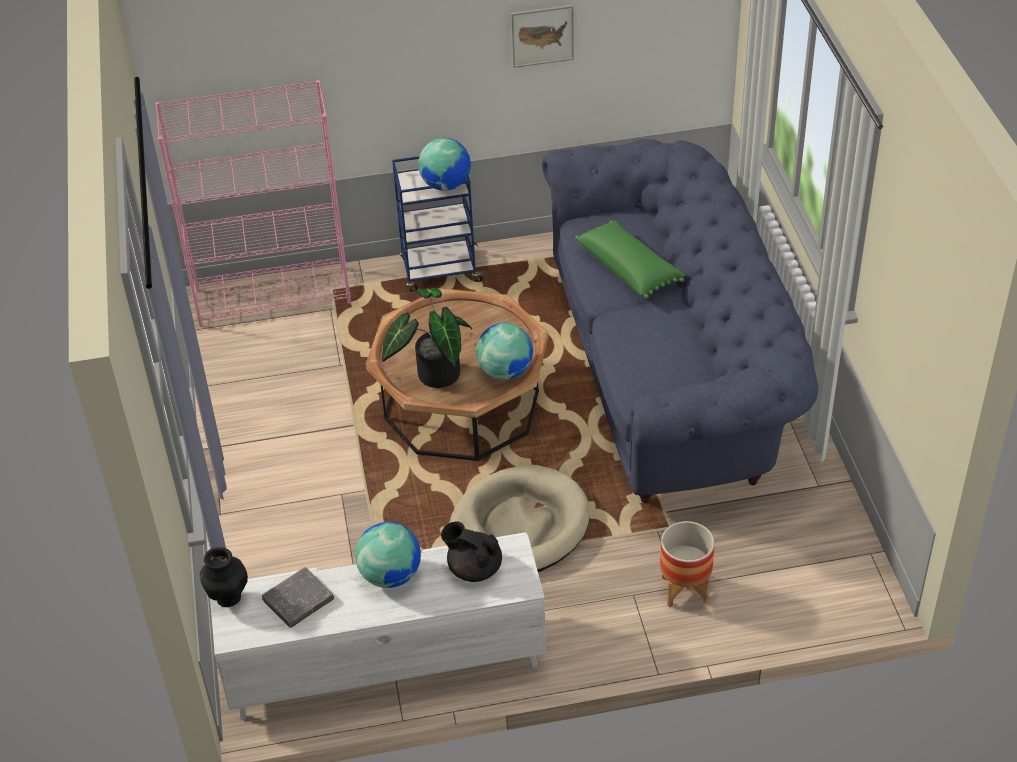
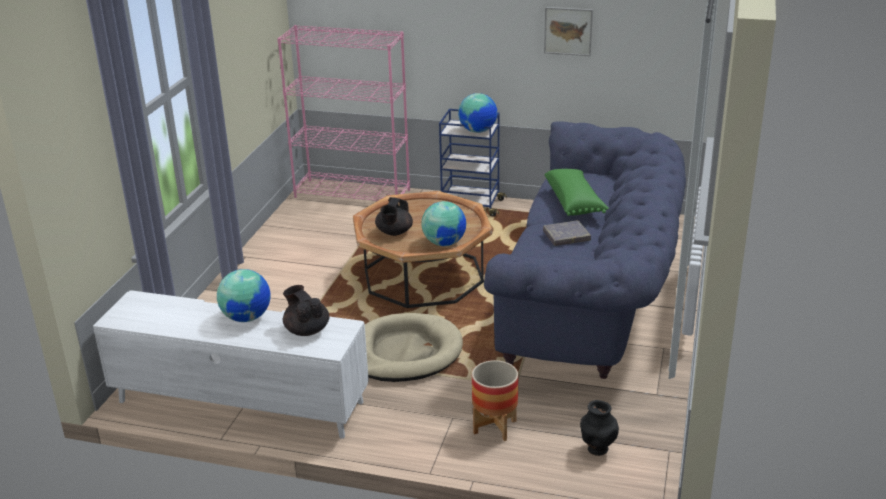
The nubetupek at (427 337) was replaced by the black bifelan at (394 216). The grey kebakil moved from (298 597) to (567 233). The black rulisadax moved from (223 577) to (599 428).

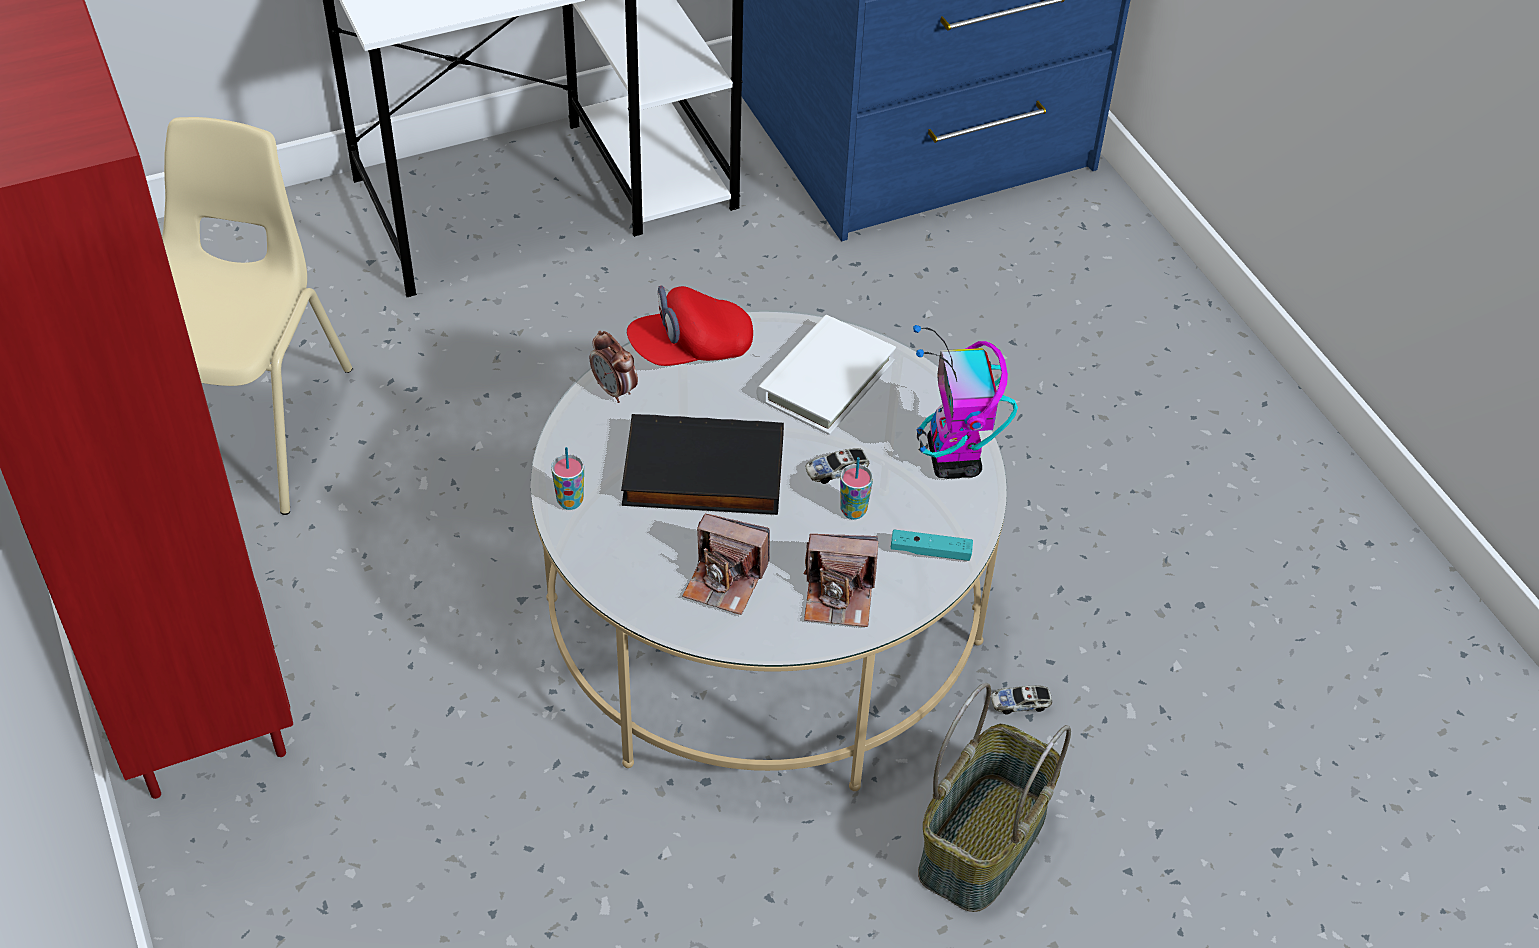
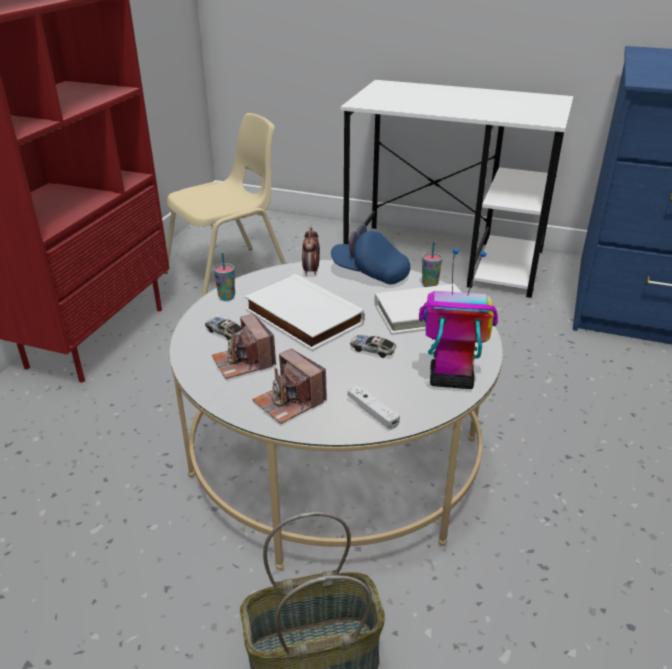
The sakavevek moved from (1021 700) to (223 328). The black kebakil at (702 464) became the white kebakil at (305 312). The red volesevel at (690 326) became the blue volesevel at (370 254). The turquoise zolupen at (932 545) became the white zolupen at (373 407). The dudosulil at (965 402) turned 60 degrees clockwise. The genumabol moved from (856 488) to (432 264).

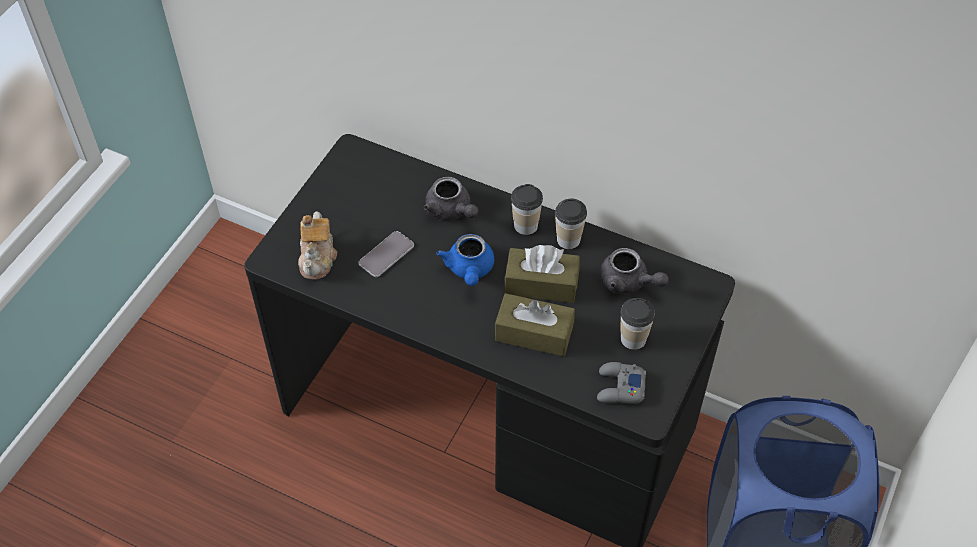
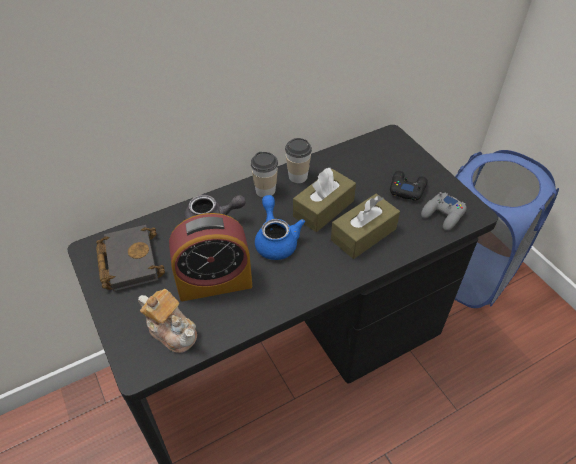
The black kebakil at (130 258) appeared. The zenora at (386 254) was replaced by the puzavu at (210 257). The blue bifelan at (465 260) turned 135 degrees counterclockwise. The genumabol at (637 324) was replaced by the black zolupen at (409 186). The grey bifelan at (634 270) disappeared.

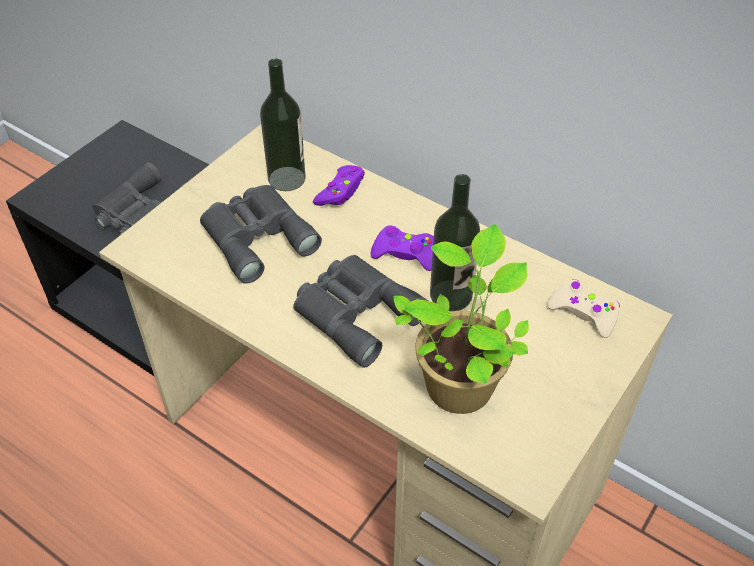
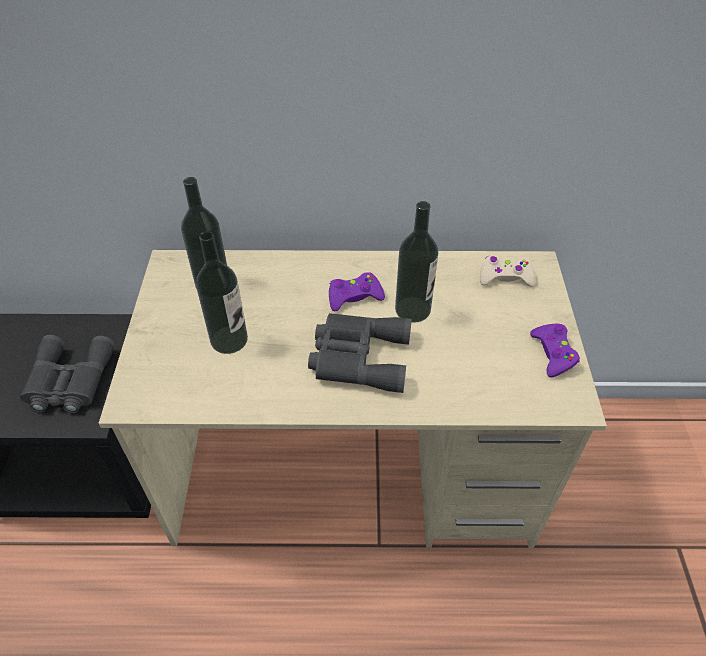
The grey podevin at (261 234) was replaced by the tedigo at (222 292). The purple zolupen moved from (339 185) to (555 351). The nubetupek at (461 319) disappeared.

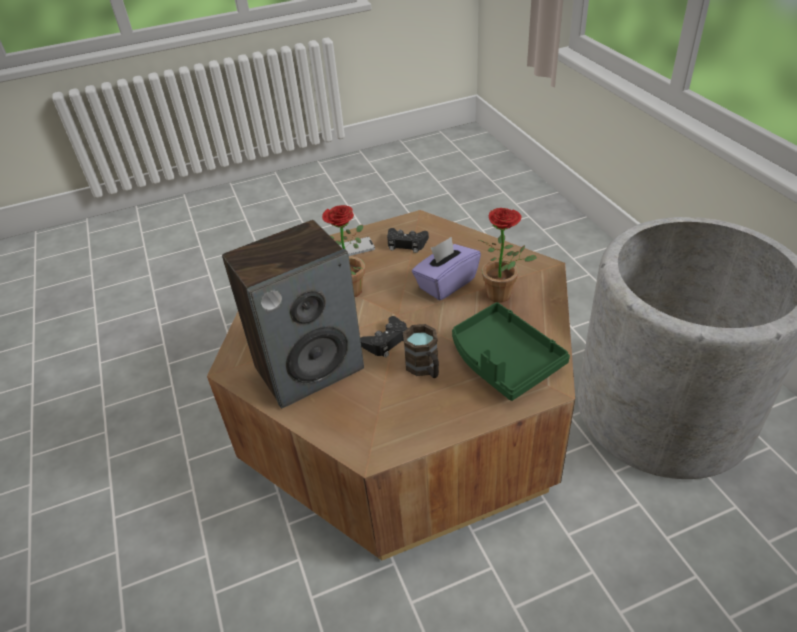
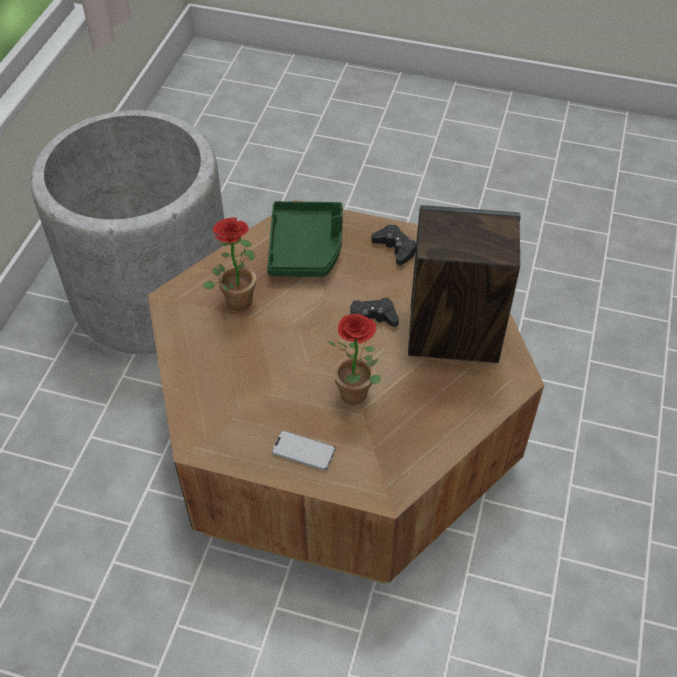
The black zolupen moved from (408 240) to (393 245). The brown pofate at (421 351) disappeared. The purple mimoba at (446 269) disappeared.

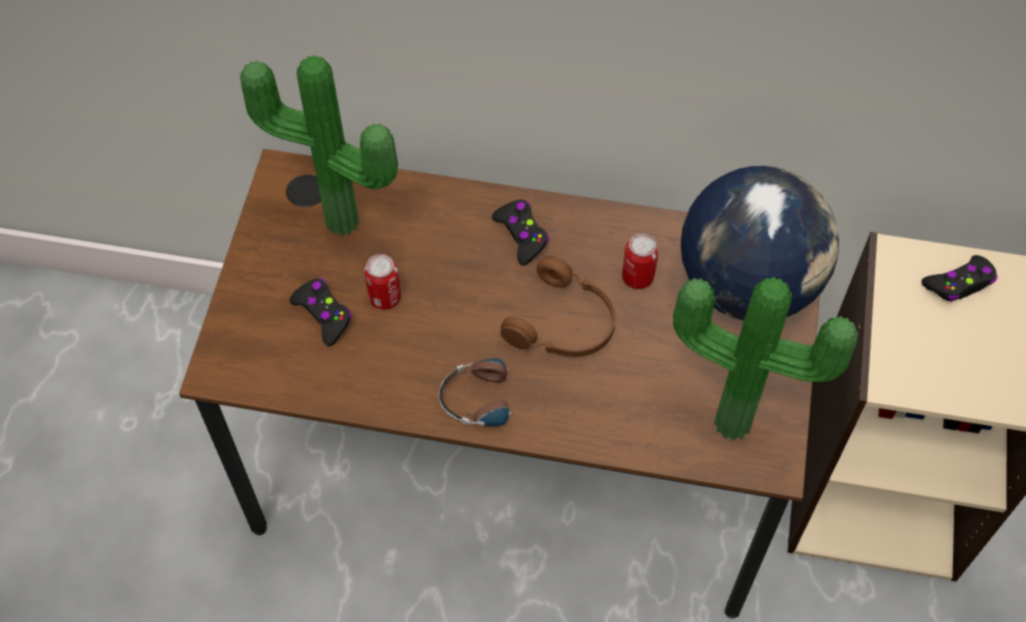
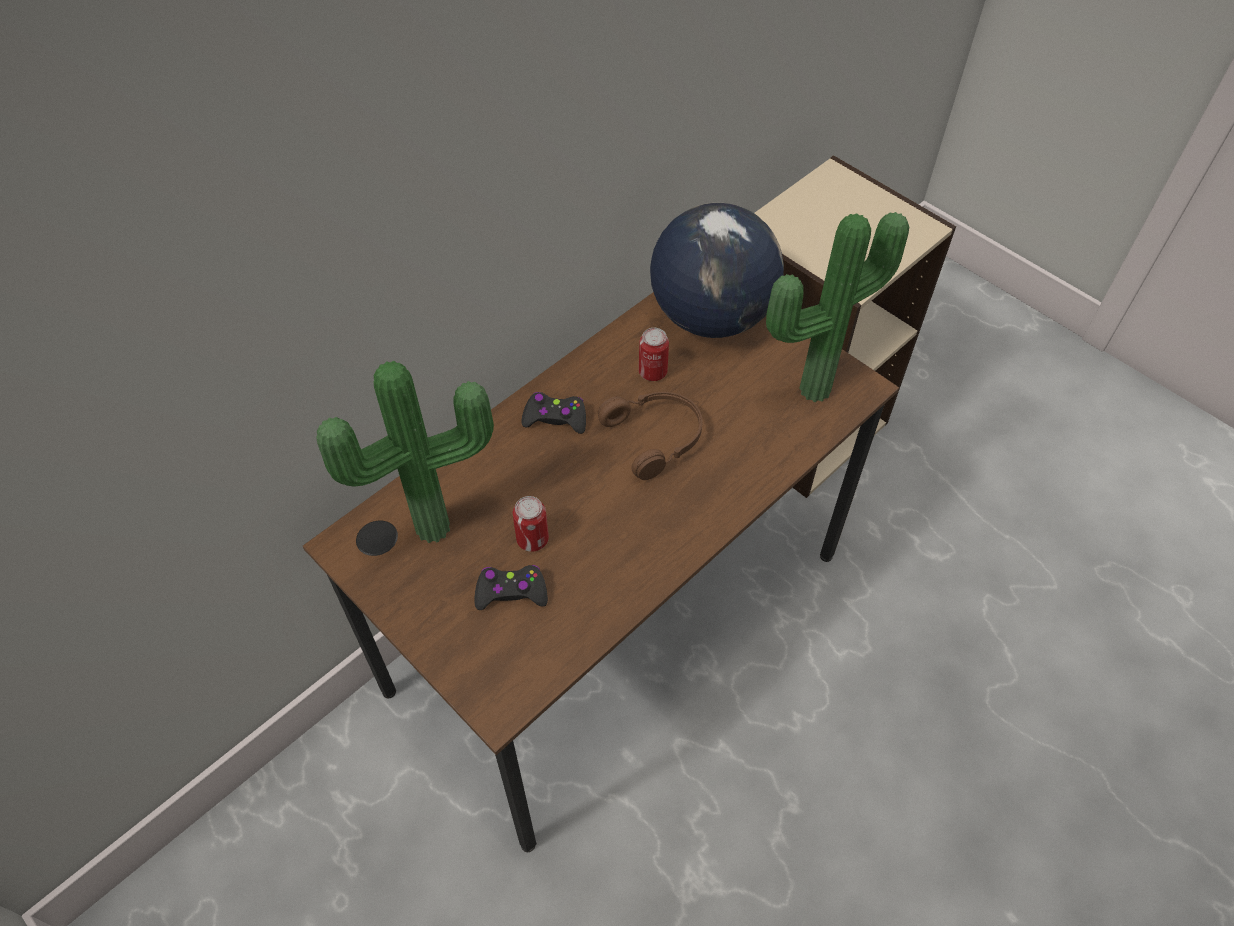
The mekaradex at (490 392) disappeared. The black zolupen at (960 278) disappeared.

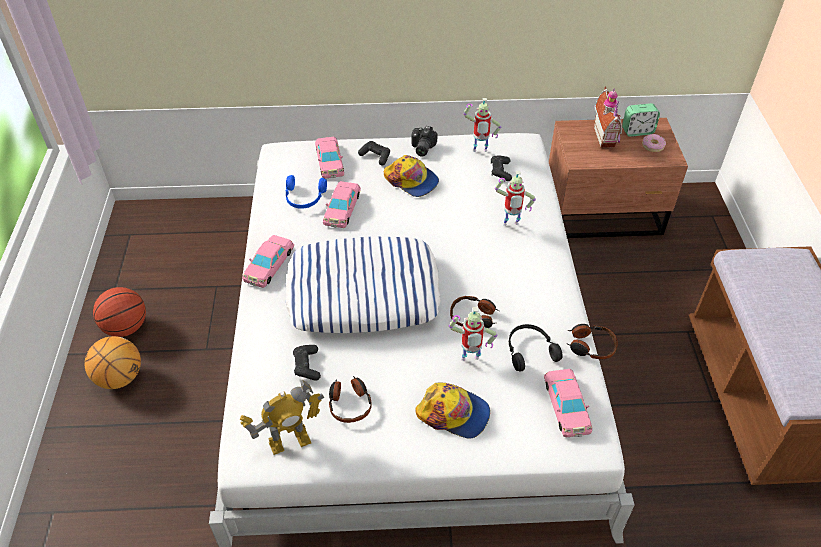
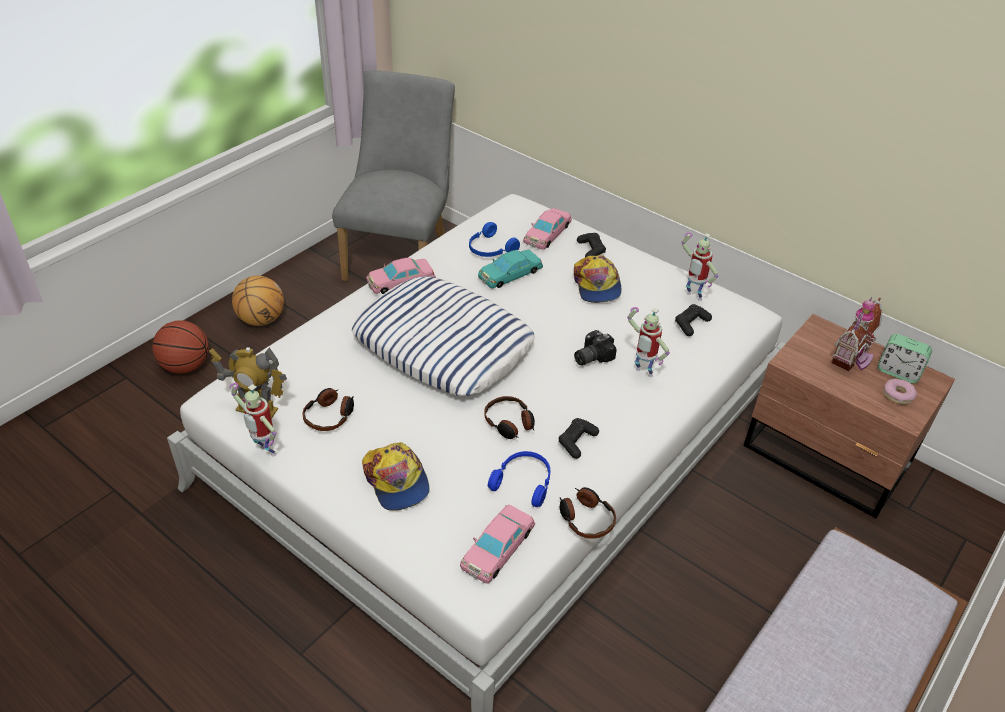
The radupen moved from (119 312) to (180 347). The dudosulil moved from (473 334) to (253 420). The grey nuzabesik at (393 175) appeared. The pink sakavevek at (342 204) became the turquoise sakavevek at (510 269). The black mekaradex at (536 348) became the blue mekaradex at (519 479). The black zolupen moved from (307 363) to (579 438). The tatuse moved from (425 141) to (595 347).

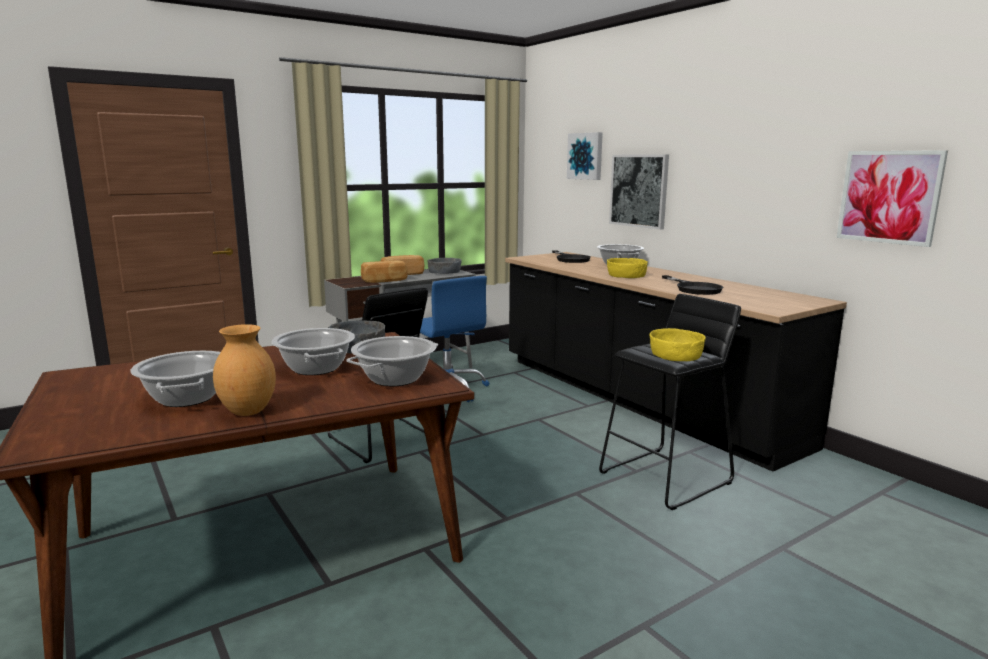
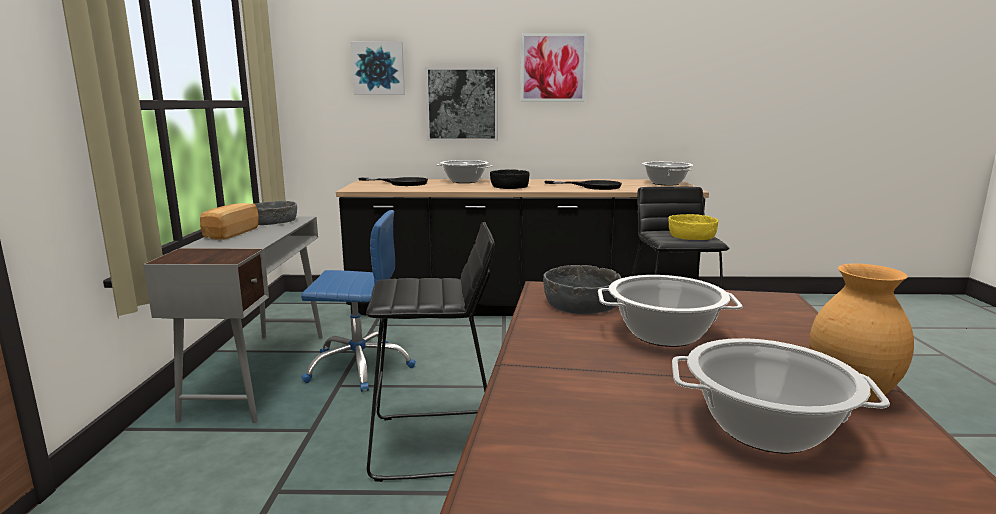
The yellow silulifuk at (627 268) became the black silulifuk at (509 179). The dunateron moved from (892 198) to (554 67). The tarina moved from (392 361) to (667 173). The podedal at (384 271) disappeared.

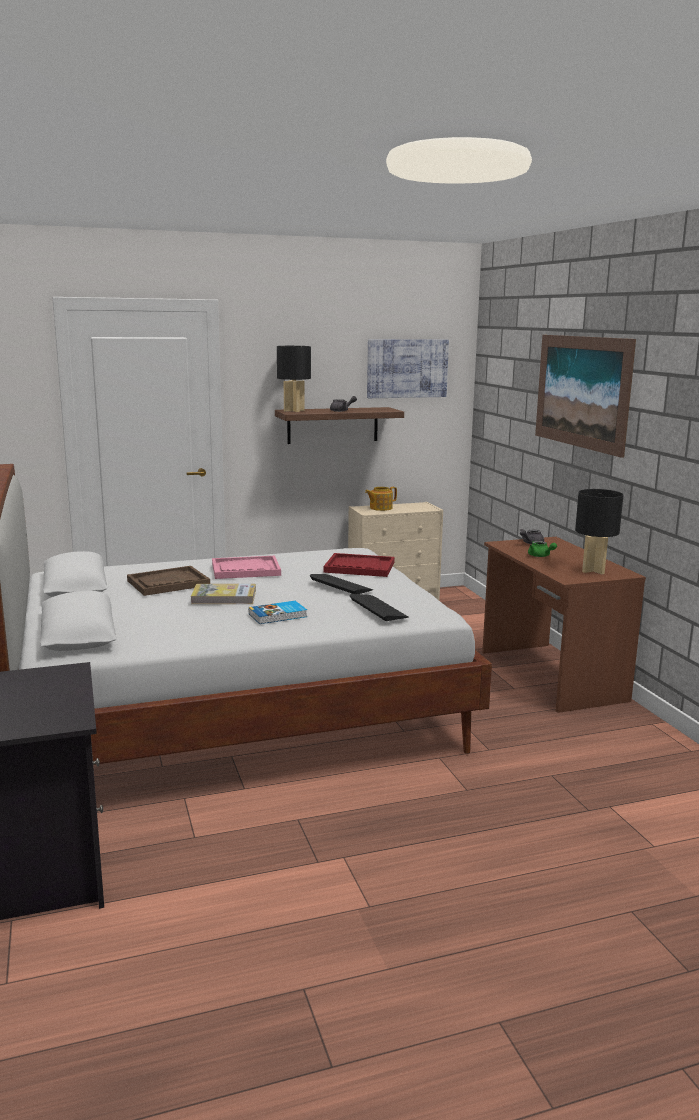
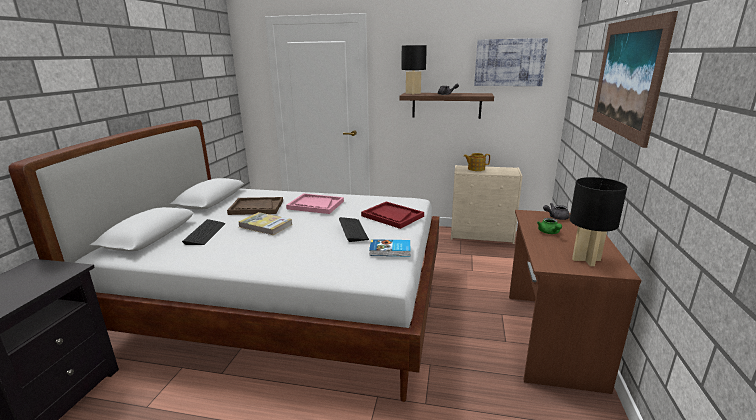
The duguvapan moved from (379 607) to (203 232). The kebakil moved from (278 612) to (390 248).

